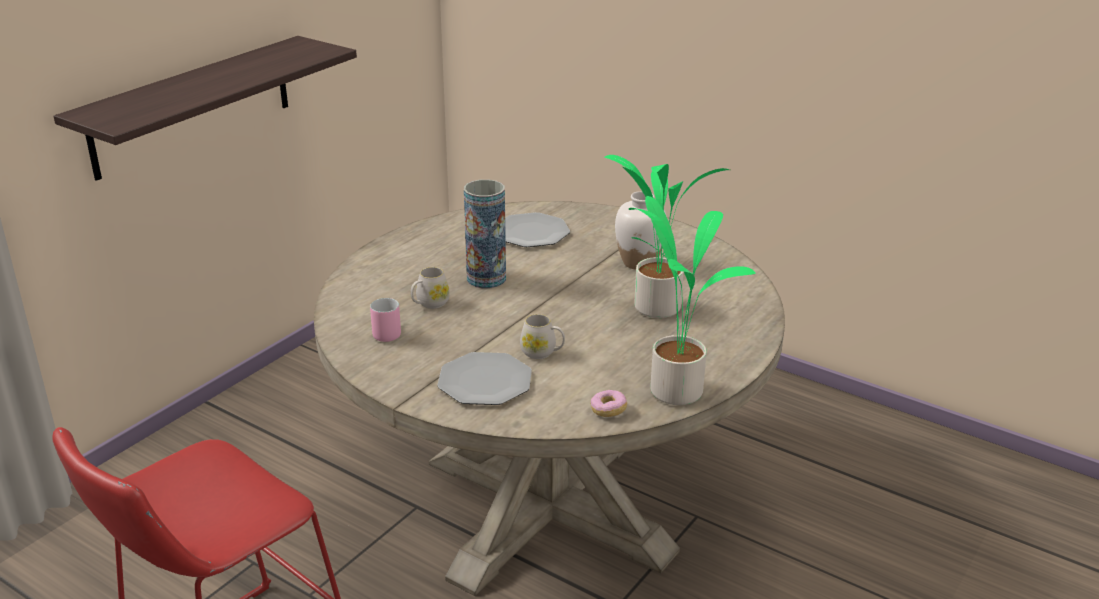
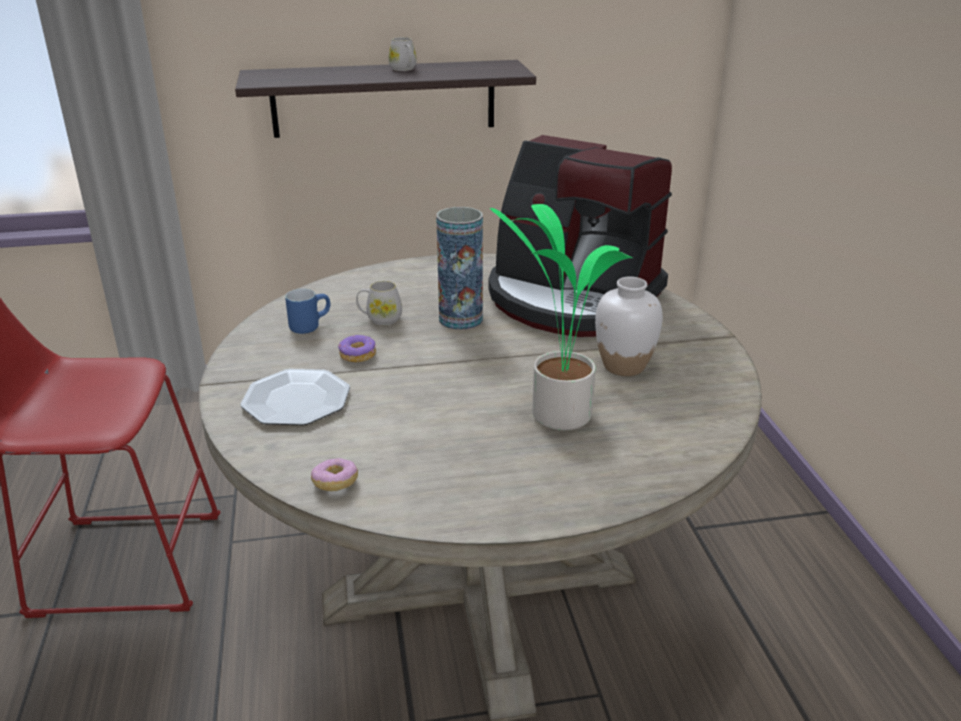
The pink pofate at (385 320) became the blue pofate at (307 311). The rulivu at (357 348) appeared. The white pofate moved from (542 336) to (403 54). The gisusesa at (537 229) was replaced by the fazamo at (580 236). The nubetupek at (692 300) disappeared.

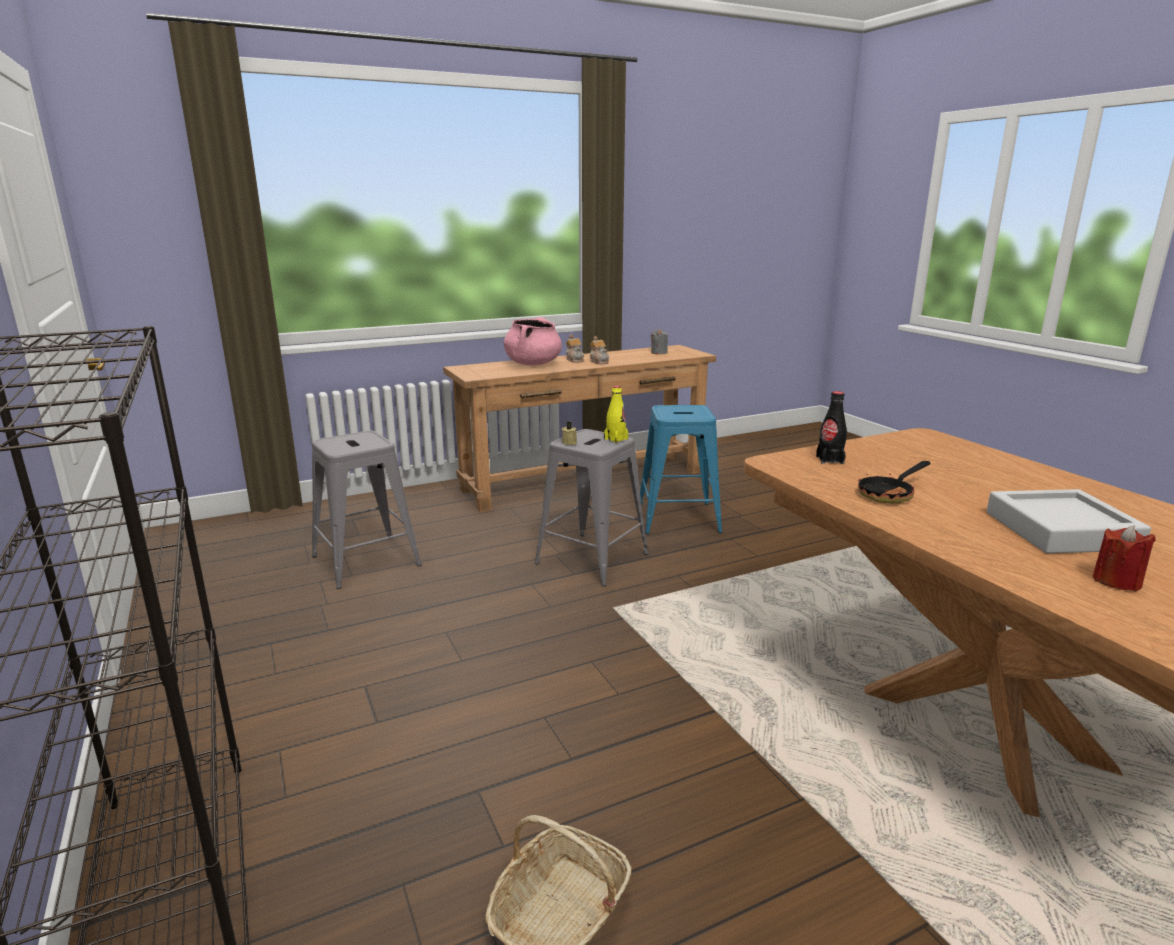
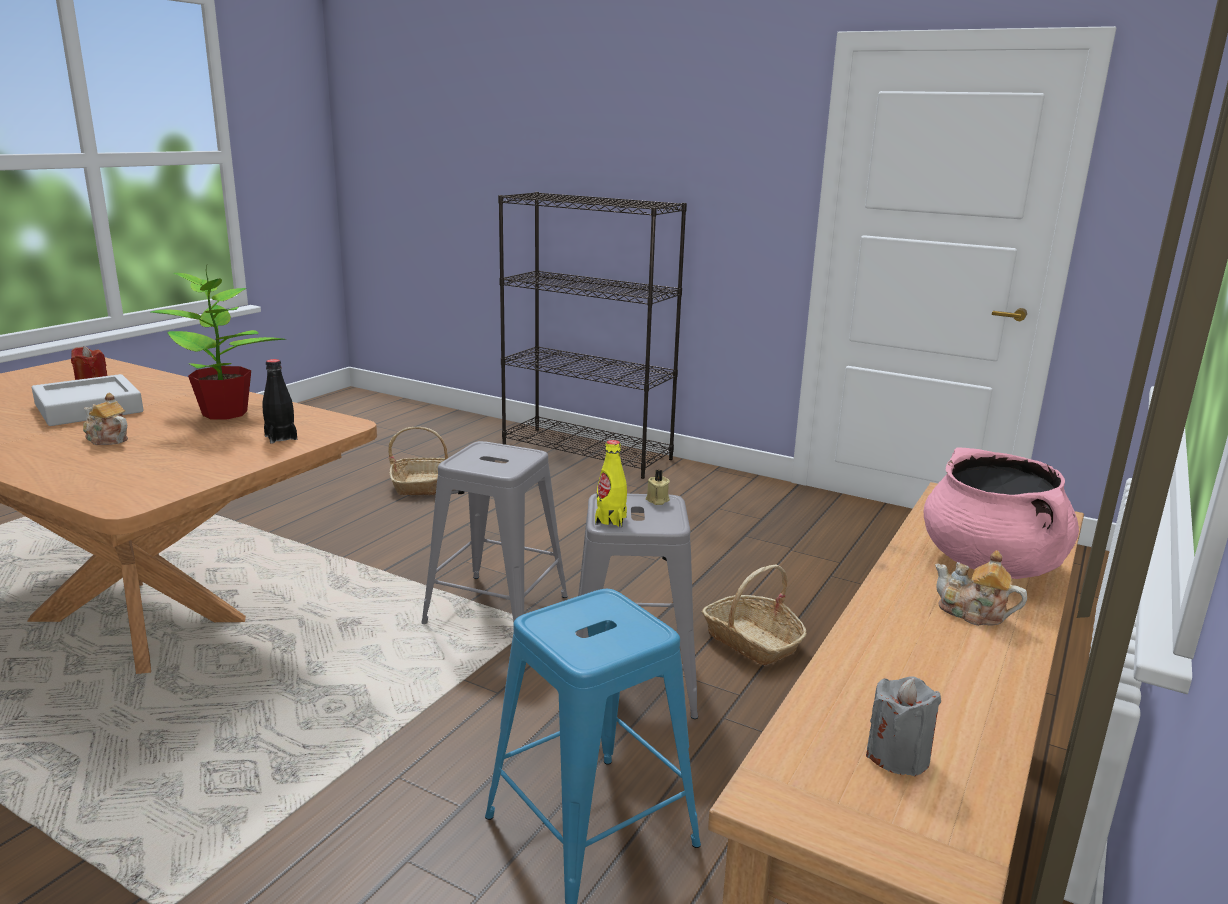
The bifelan moved from (599 350) to (105 419). The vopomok at (894 482) was replaced by the nubetupek at (218 342). The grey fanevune moved from (367 509) to (494 532). The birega at (754 614) appeared.

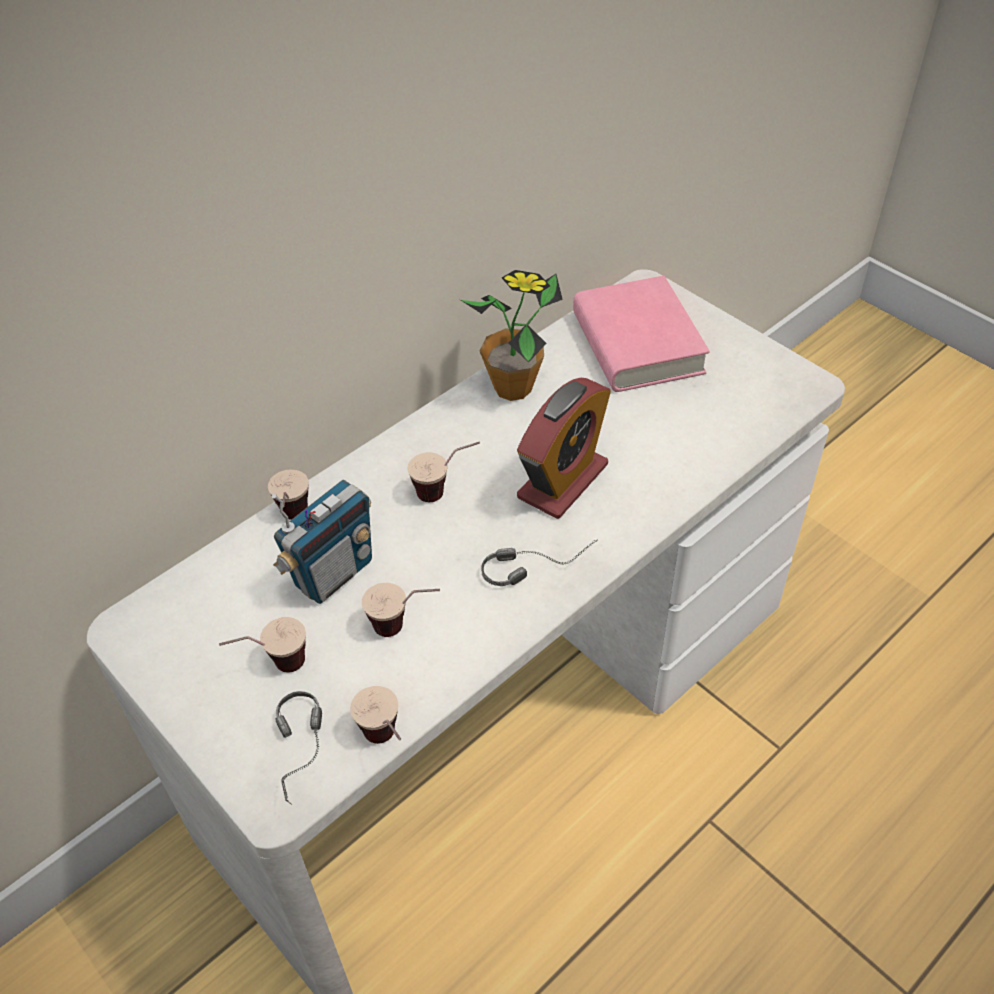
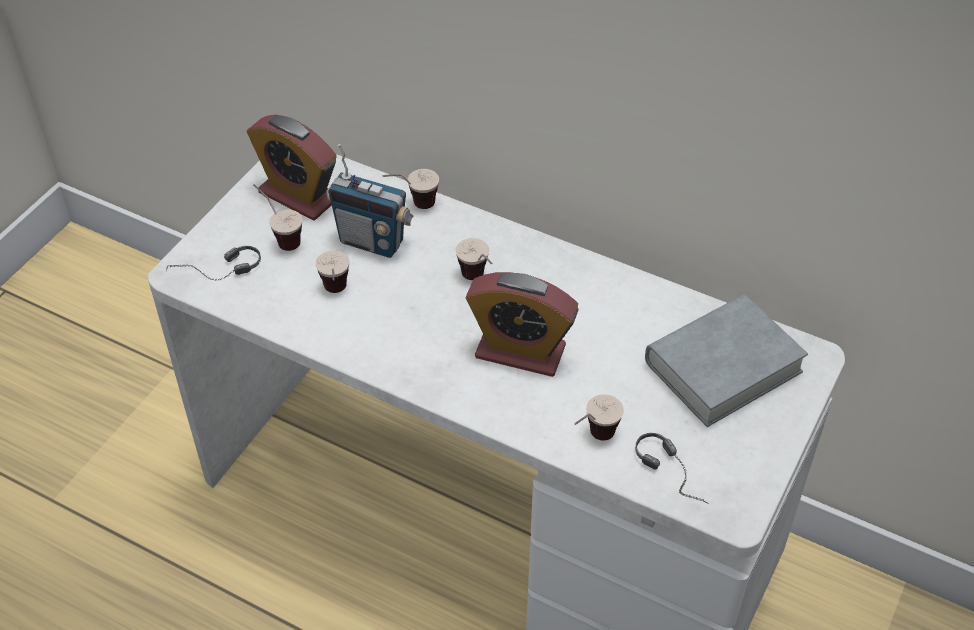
The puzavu at (292 168) appeared. The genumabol moved from (375 715) to (599 418). The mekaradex moved from (539 562) to (672 468). The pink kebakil at (641 334) became the grey kebakil at (726 361). The nubetupek at (512 335) disappeared.

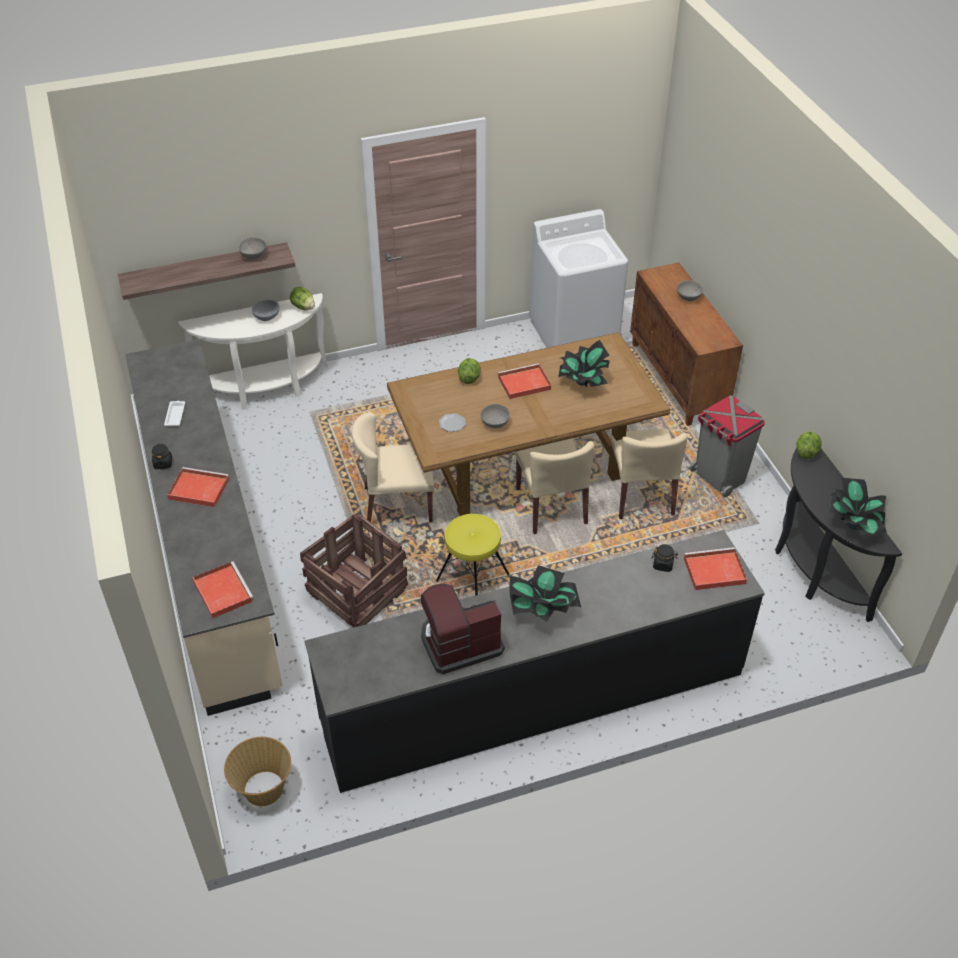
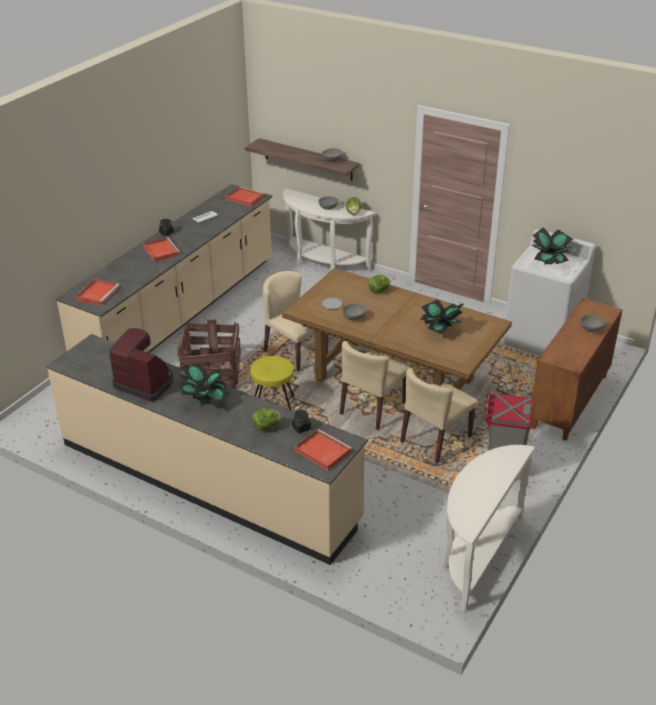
The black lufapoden at (534 661) became the beige lufapoden at (207 449). The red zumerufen moved from (524 381) to (245 197). The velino moved from (809 445) to (266 419). The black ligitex at (838 535) became the white ligitex at (489 528). The nubetupek moved from (858 508) to (552 246). The birega at (257 771) disappeared.

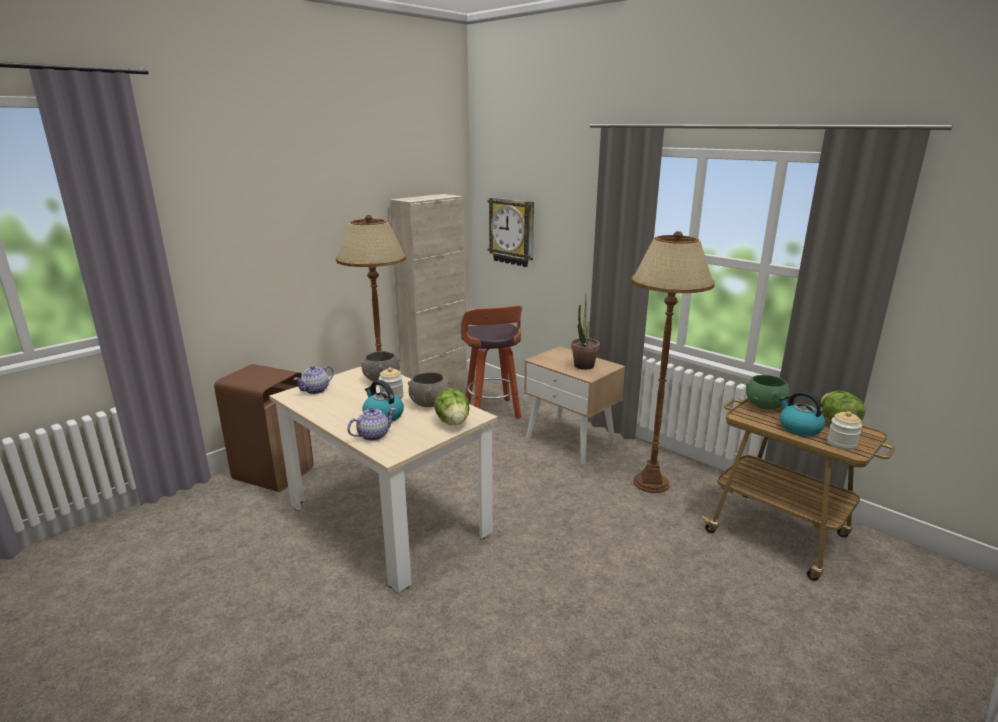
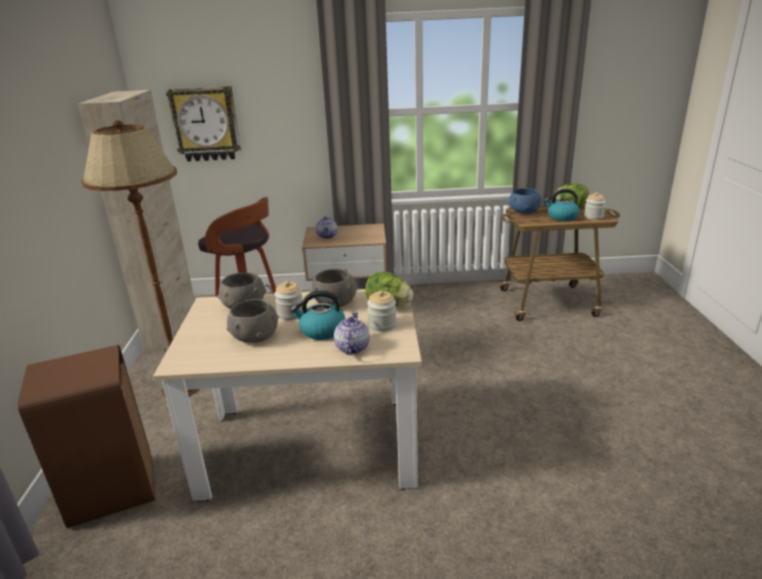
The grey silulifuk at (253 321) appeared. The bifelan moved from (314 379) to (326 227). The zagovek at (382 311) appeared. The green silulifuk at (768 392) became the blue silulifuk at (525 201). The nubetupek at (585 333) disappeared. The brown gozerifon at (673 362) disappeared.

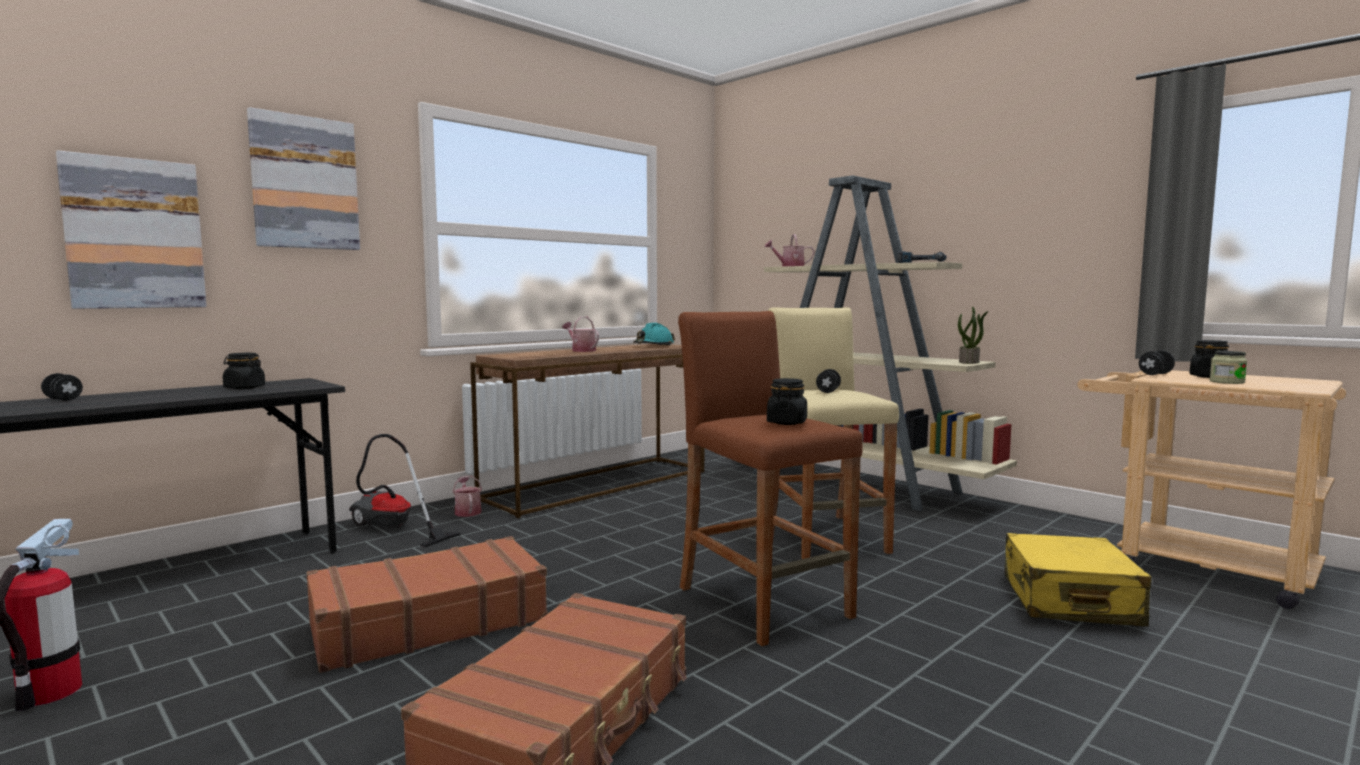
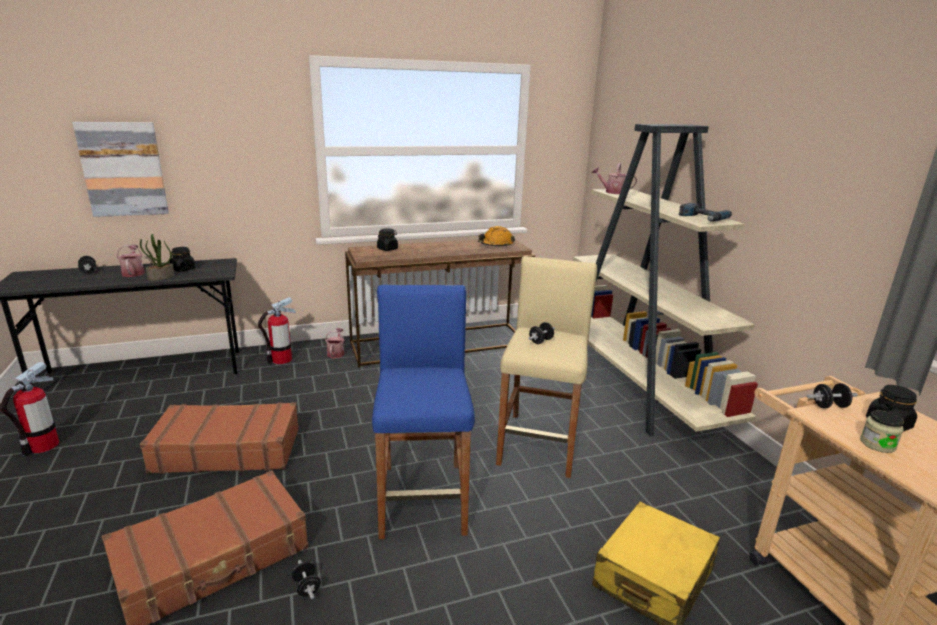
The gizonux moved from (580 334) to (131 261). The nubetupek moved from (973 335) to (157 257). The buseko at (405 490) was replaced by the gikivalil at (277 330). The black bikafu at (306 579) appeared. The brown fanevune at (770 478) became the blue fanevune at (423 412). The black zagovek moved from (787 401) to (387 239). The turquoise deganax at (654 334) became the orange deganax at (496 236). The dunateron at (303 178) disappeared.

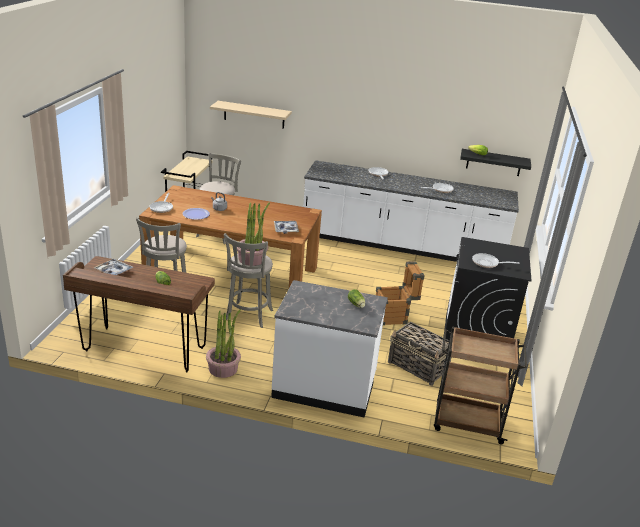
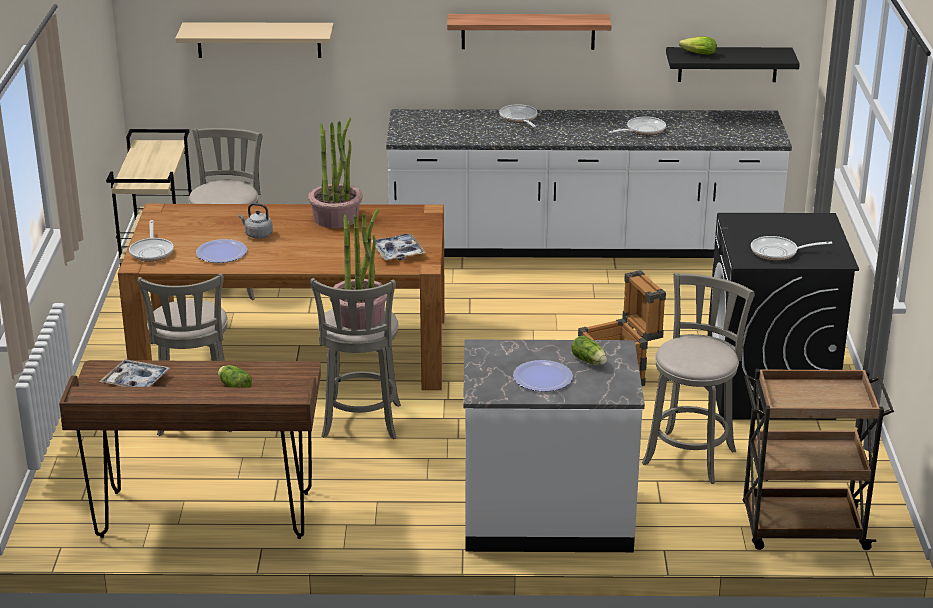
The nubetupek moved from (223 343) to (335 172). The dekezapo at (529 32) appeared. The gisusesa at (543 376) appeared. The birega at (420 354) was replaced by the grey fanevune at (698 378).

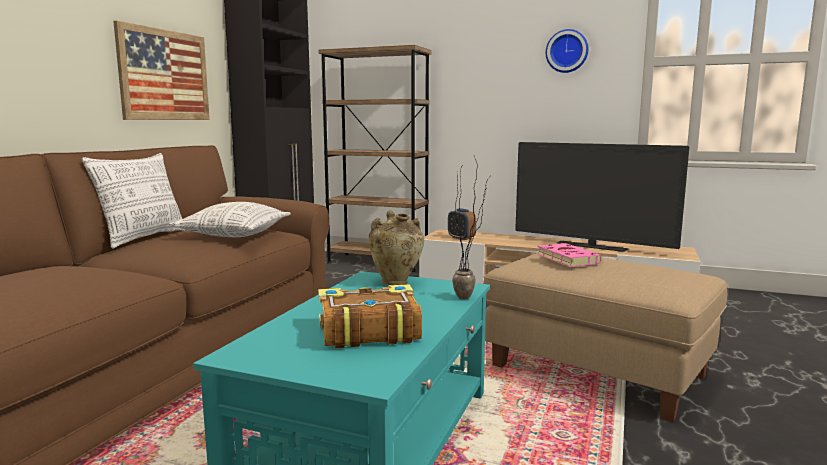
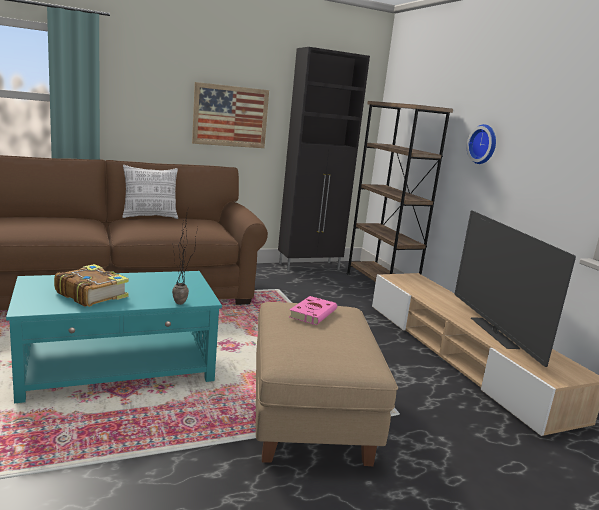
The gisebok moved from (567 51) to (481 144). The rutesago at (230 219) disappeared. The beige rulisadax at (396 247) disappeared. The puzavu at (462 224) disappeared.

